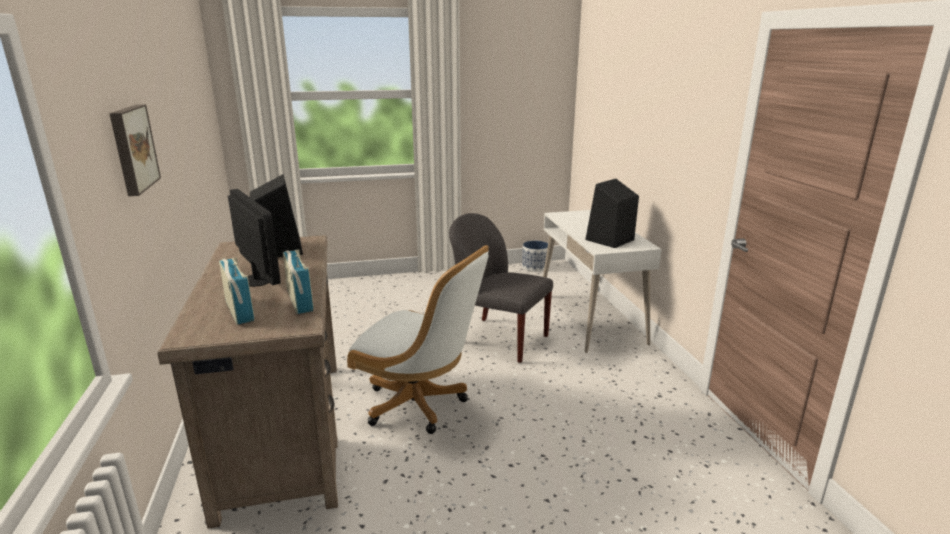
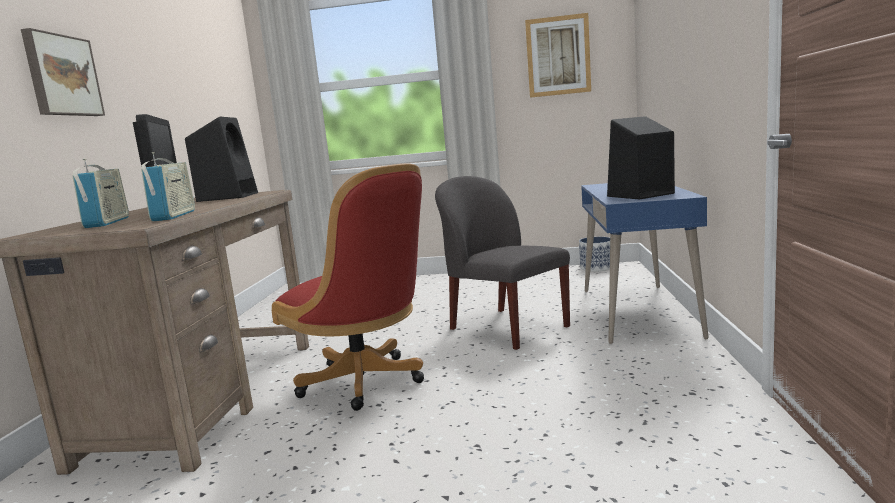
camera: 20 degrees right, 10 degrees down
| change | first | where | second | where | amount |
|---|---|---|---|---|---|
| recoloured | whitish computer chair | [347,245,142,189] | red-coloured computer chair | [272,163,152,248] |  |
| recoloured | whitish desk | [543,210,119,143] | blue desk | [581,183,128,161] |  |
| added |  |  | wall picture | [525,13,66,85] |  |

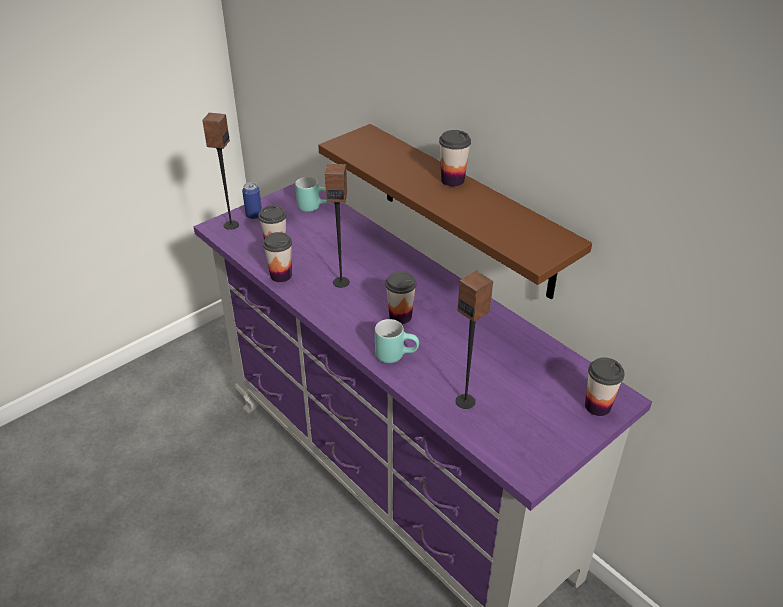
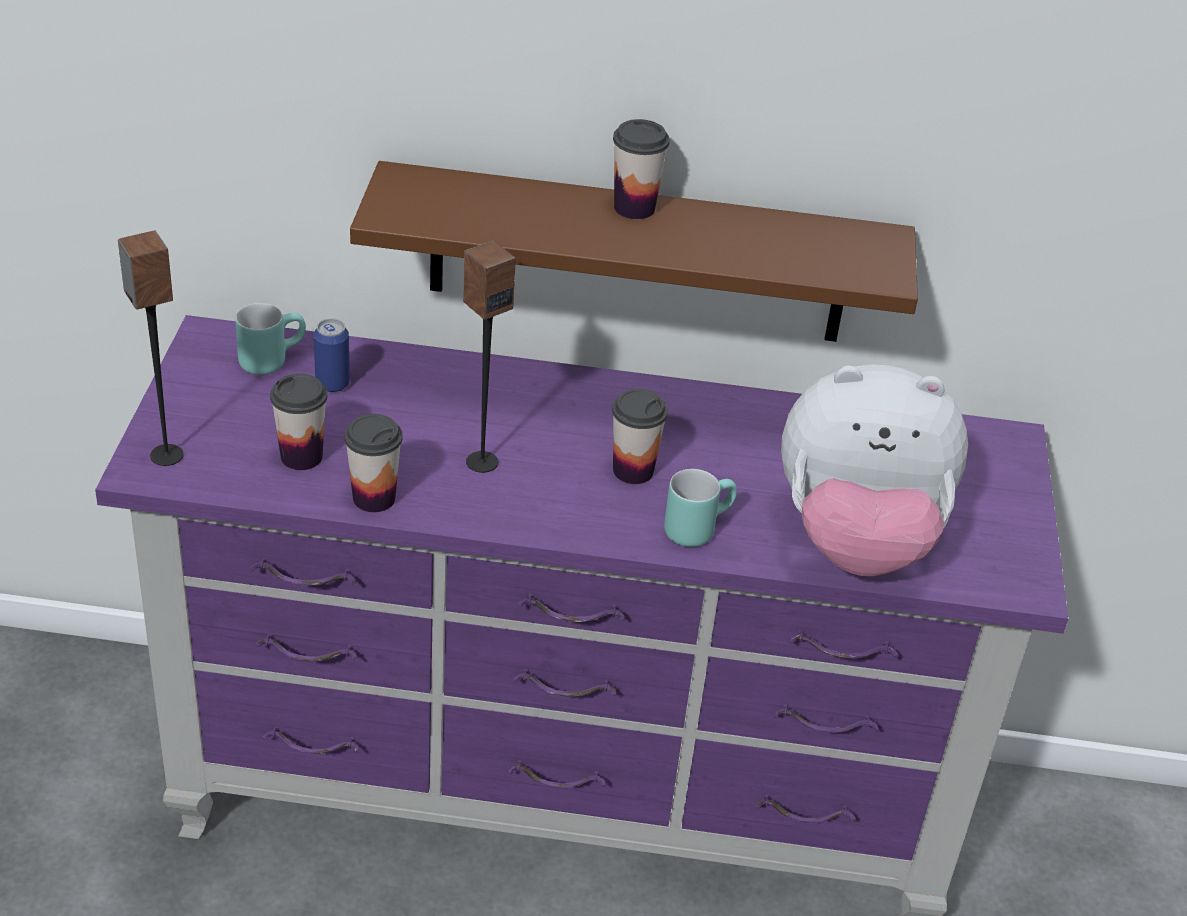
camera: 45 degrees left, 0 degrees up
| change | first | where | second | where | amount |
|---|---|---|---|---|---|
| moved | metal can | [242,182,20,37] |  | [314,318,36,75] |  |
| replaced | loudspeaker | [456,271,37,138] | plush toy | [781,365,187,211] |  |
| removed | drinking cup | [585,358,40,58] |  |  |  |

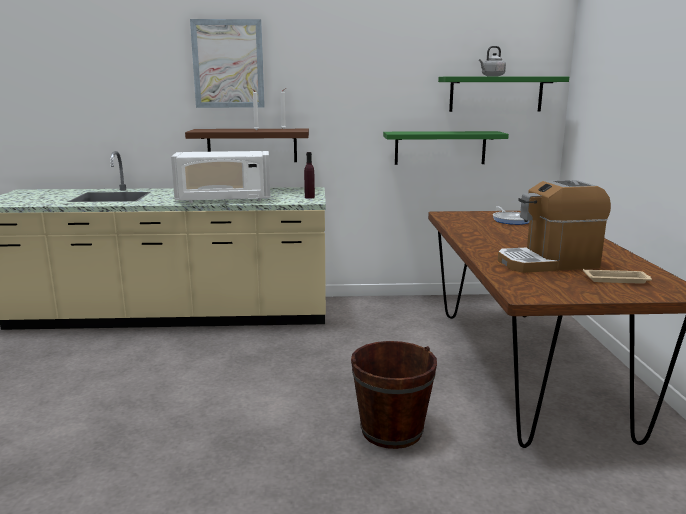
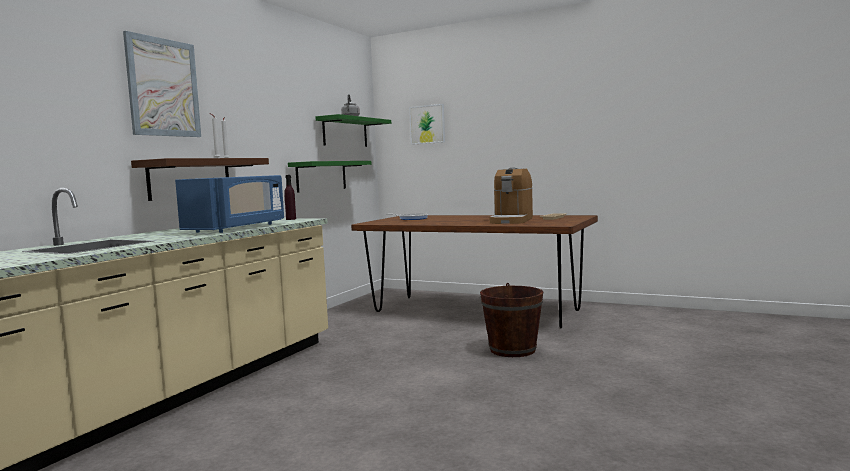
camera: 60 degrees left, 10 degrees down
| change | first | where | second | where | amount |
|---|---|---|---|---|---|
| recoloured | whitish microwave oven | [171,151,100,52] | blue microwave oven | [175,175,109,58] |  |
| added |  |  | wall picture | [409,104,36,41] |  |

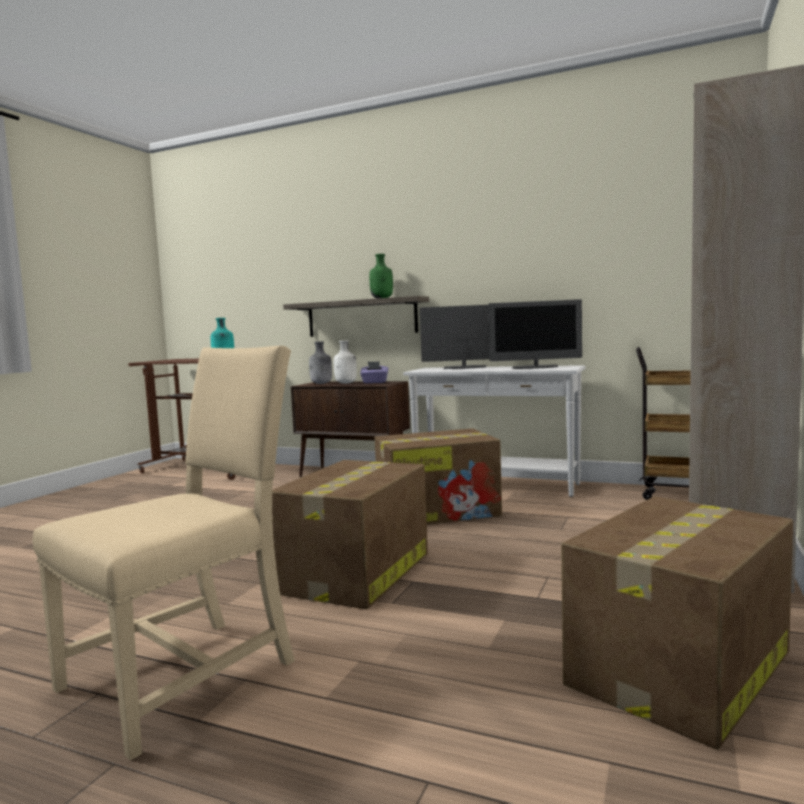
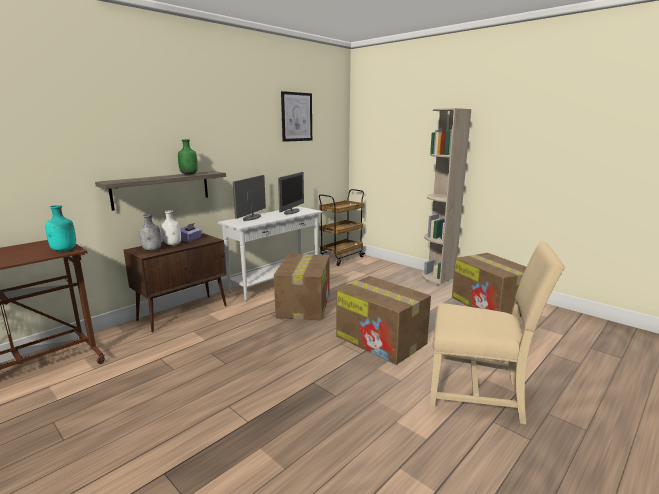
camera: 70 degrees left, 10 degrees up
| change | first | where | second | where | amount |
|---|---|---|---|---|---|
| turned | beige-coloured chair | [33,346,262,414] |  | [429,241,136,183] | 135 degrees clockwise |
| added |  |  | wall picture | [281,91,31,51] |  |

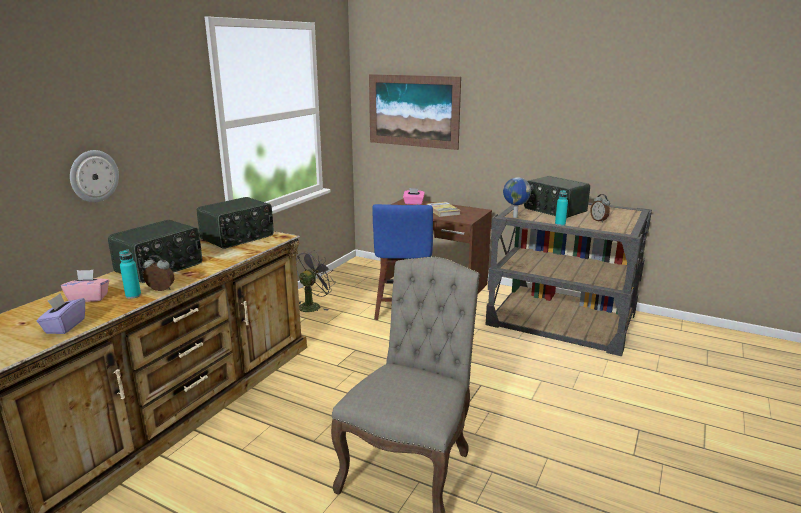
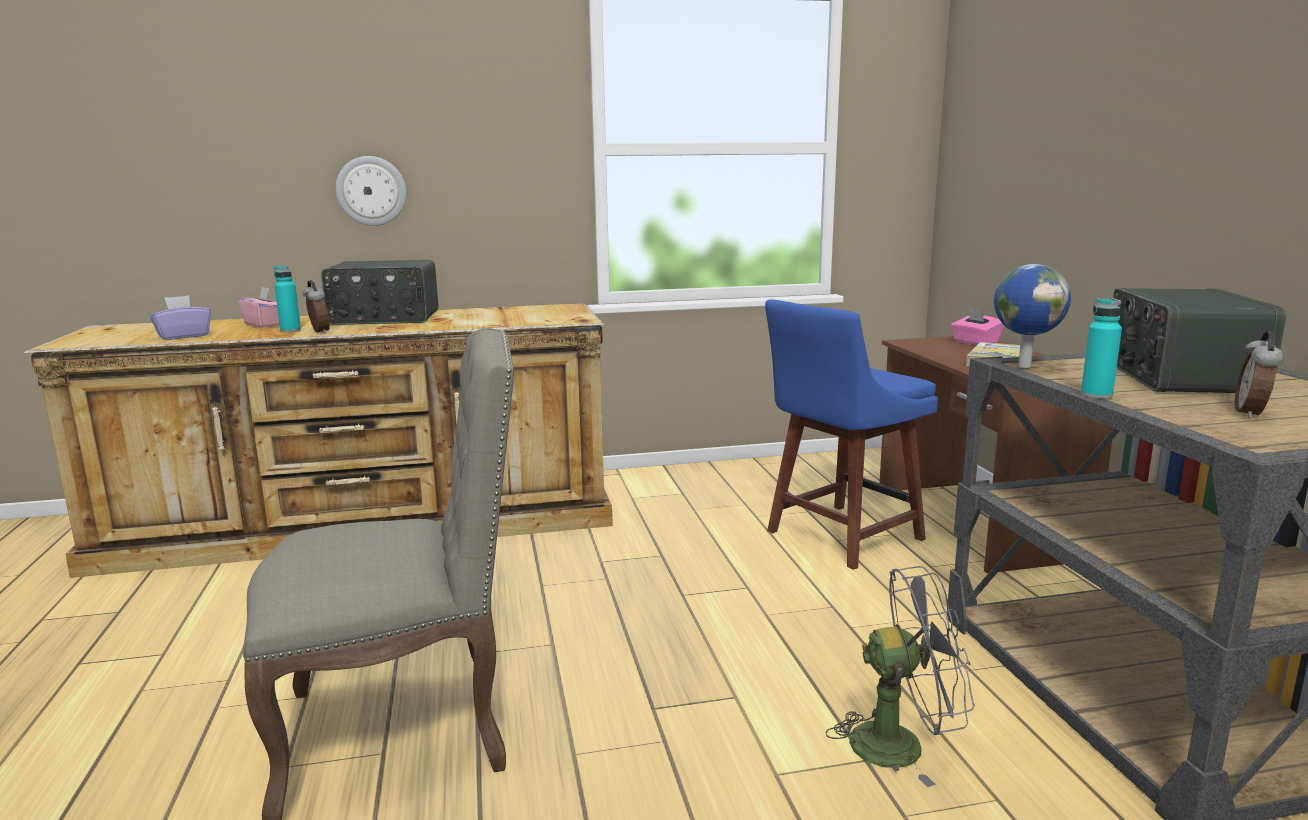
camera: 50 degrees right, 5 degrees down
| change | first | where | second | where | amount |
|---|---|---|---|---|---|
| removed | radio set | [197,197,77,52] |  |  |  |
| moved | grey cooling fan | [296,250,40,62] |  | [826,566,149,221] |  |
| removed | wall picture | [369,74,92,76] |  |  |  |

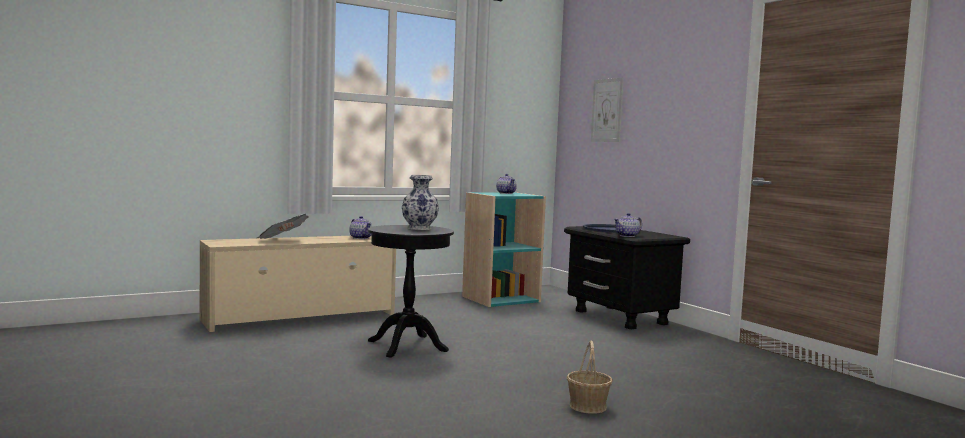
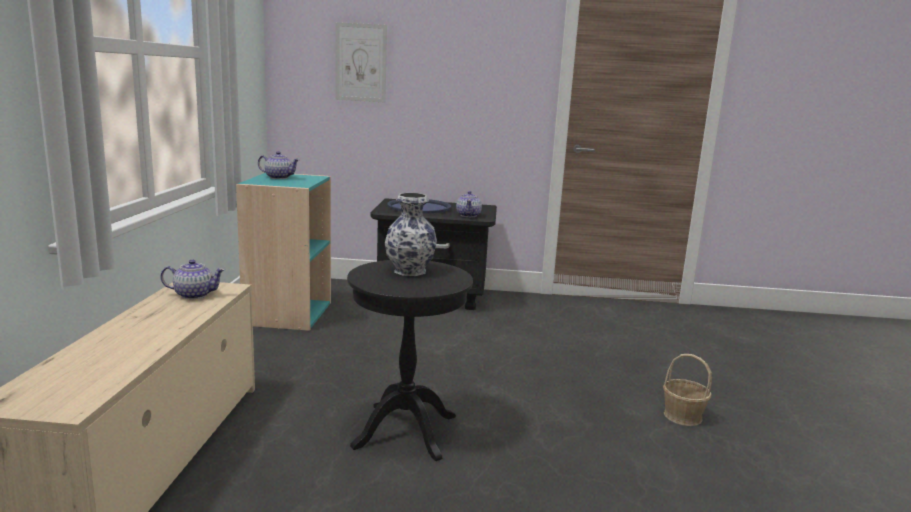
camera: 55 degrees left, 10 degrees up
| change | first | where | second | where | amount |
|---|---|---|---|---|---|
| removed | printed paper | [257,214,52,25] |  |  |  |

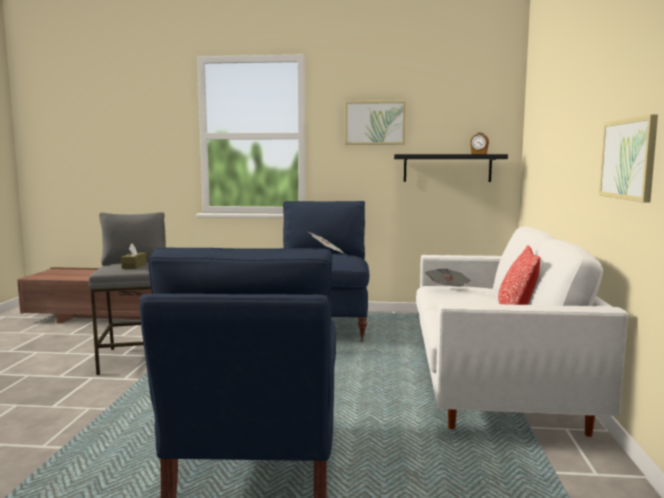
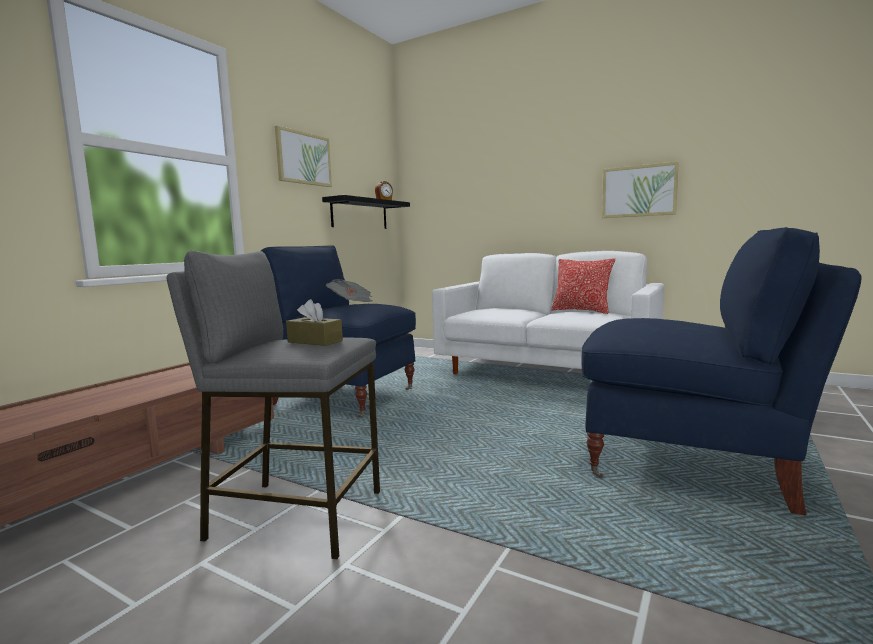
camera: 65 degrees left, 0 degrees up
| change | first | where | second | where | amount |
|---|---|---|---|---|---|
| removed | printed paper | [425,269,45,18] |  |  |  |

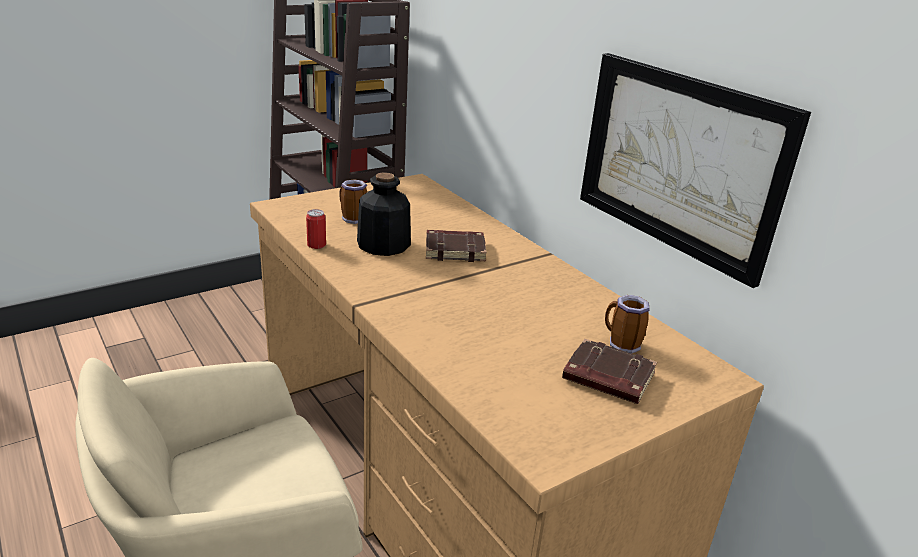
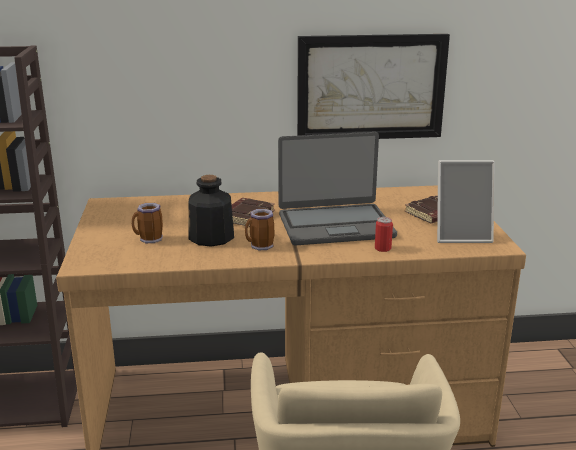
camera: 60 degrees left, 5 degrees down
| change | first | where | second | where | amount |
|---|---|---|---|---|---|
| moved | metal can | [306,209,20,40] |  | [375,217,18,35] |  |
| moved | mug | [605,295,45,59] |  | [245,209,29,41] |  |
| added |  |  | portable computer | [278,132,119,113] |  |
| added |  |  | photo frame | [437,160,58,83] |  |

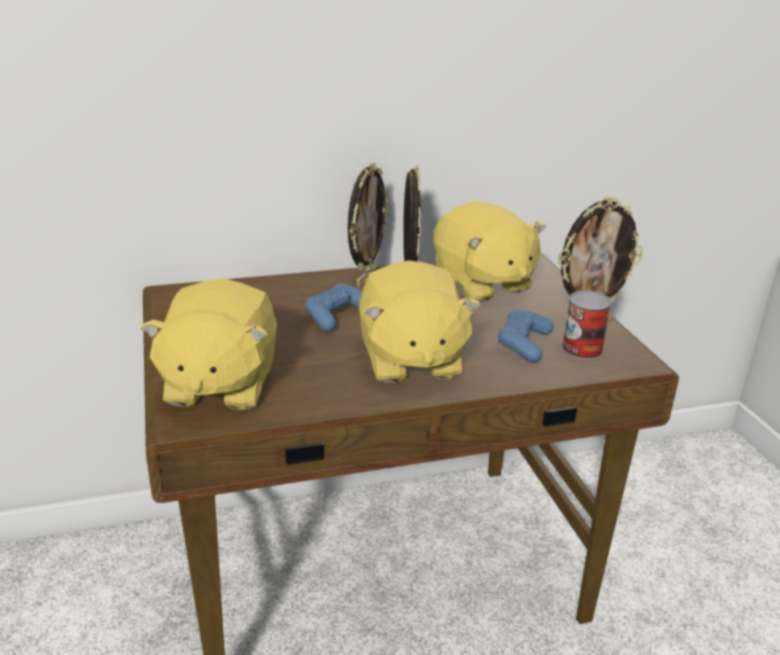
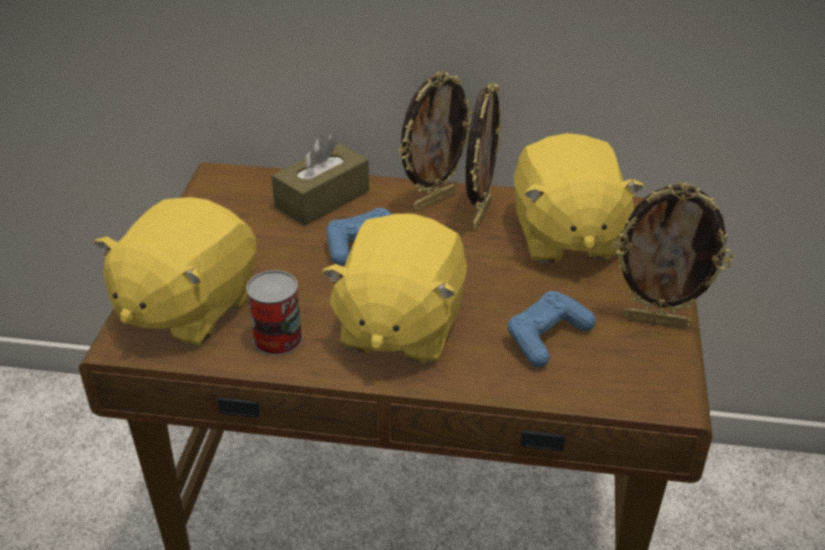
camera: 25 degrees right, 10 degrees up
| change | first | where | second | where | amount |
|---|---|---|---|---|---|
| moved | metal can | [562,291,49,68] |  | [246,270,57,86] |  |
| added |  |  | brown tissue box | [271,134,98,92] |  |

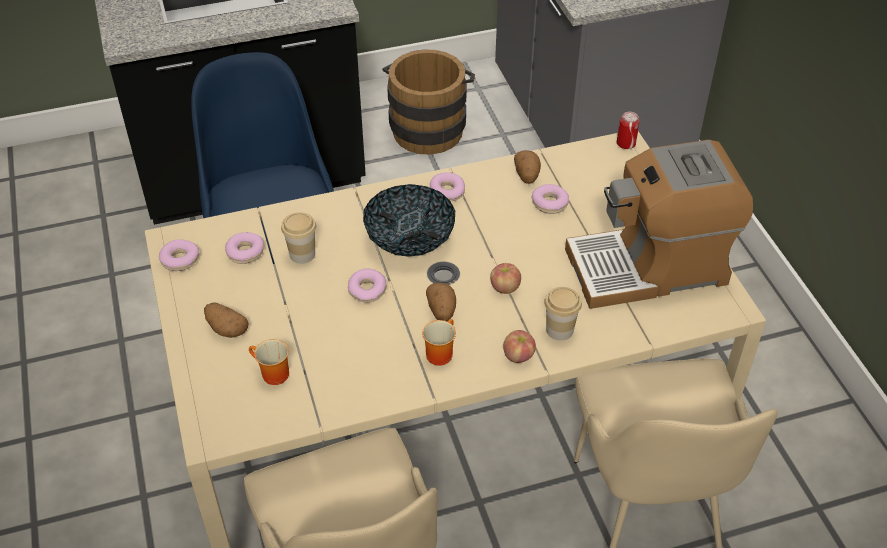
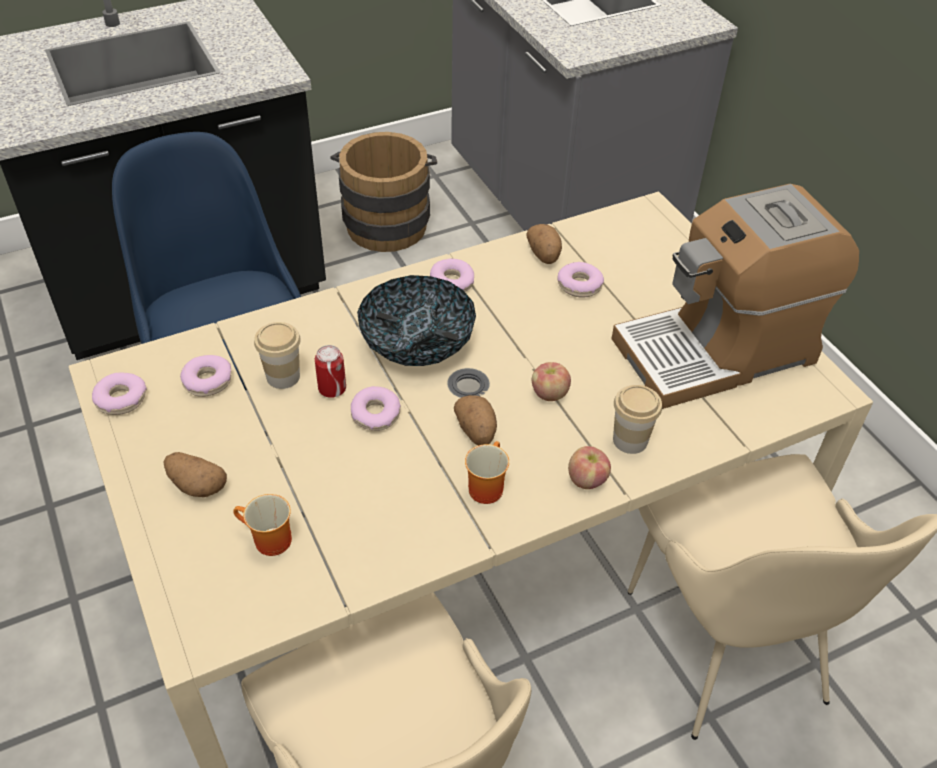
camera: 10 degrees left, 0 degrees up
| change | first | where | second | where | amount |
|---|---|---|---|---|---|
| moved | metal can | [617,112,23,37] |  | [315,345,31,53] |  |

